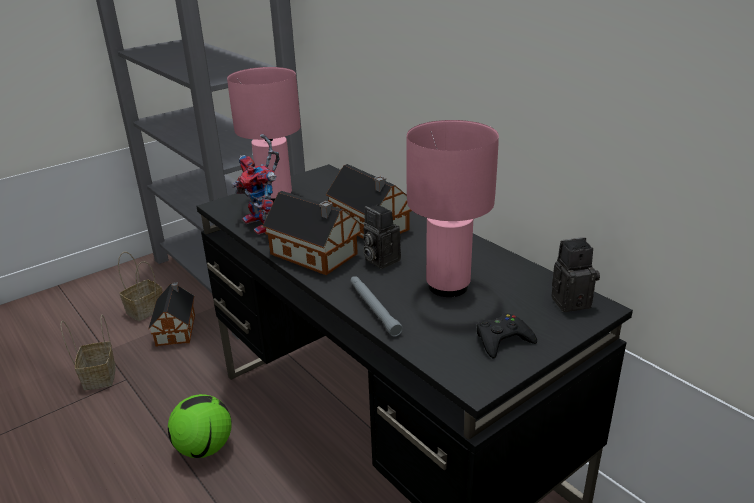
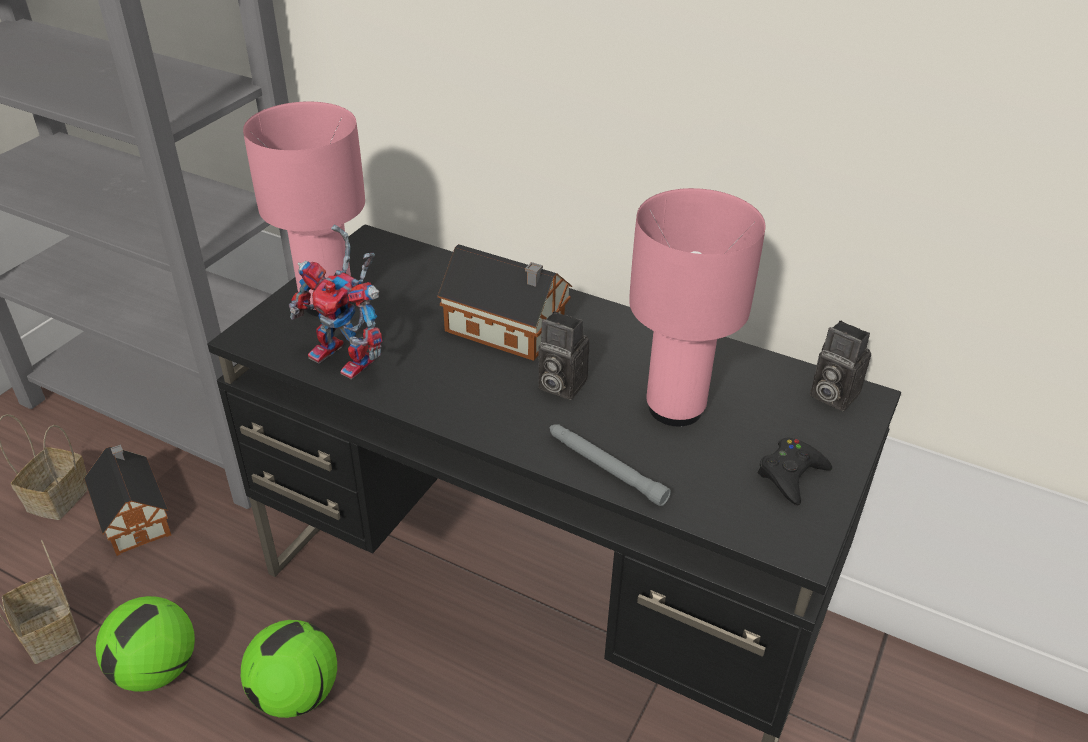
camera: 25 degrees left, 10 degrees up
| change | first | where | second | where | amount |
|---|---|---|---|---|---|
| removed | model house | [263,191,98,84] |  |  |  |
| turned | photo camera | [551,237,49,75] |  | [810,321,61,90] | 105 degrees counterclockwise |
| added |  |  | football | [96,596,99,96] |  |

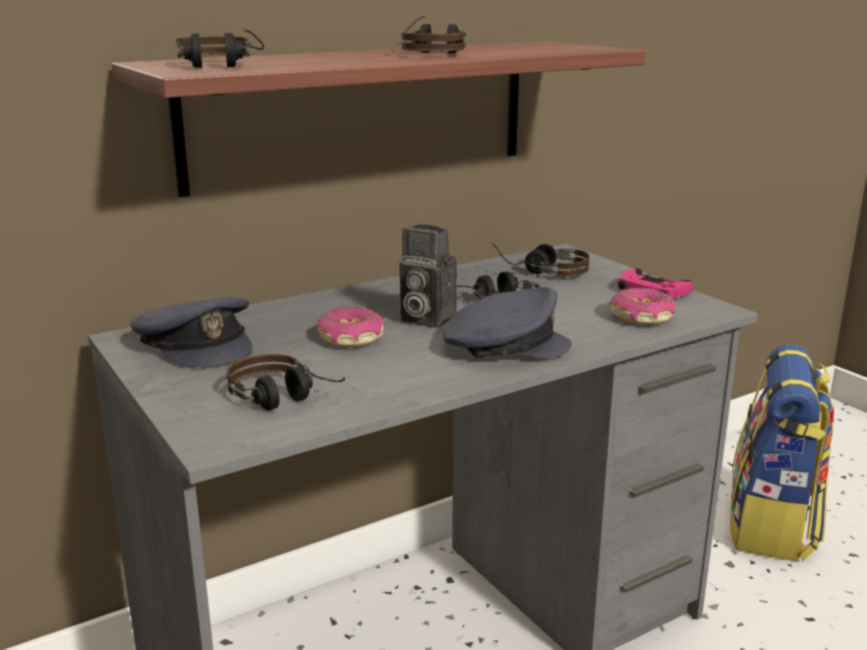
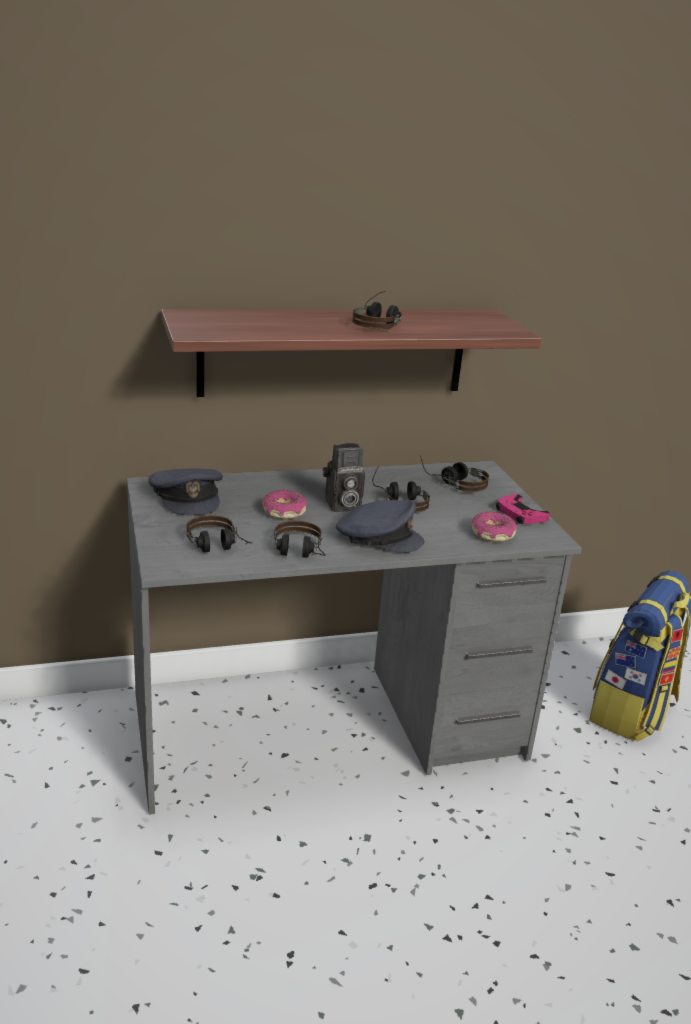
camera: 15 degrees right, 5 degrees up
| change | first | where | second | where | amount |
|---|---|---|---|---|---|
| moved | headset | [176,29,88,39] |  | [274,521,52,37] |  |
| turned | photo camera | [399,224,58,104] |  | [323,443,42,69] | 60 degrees counterclockwise |

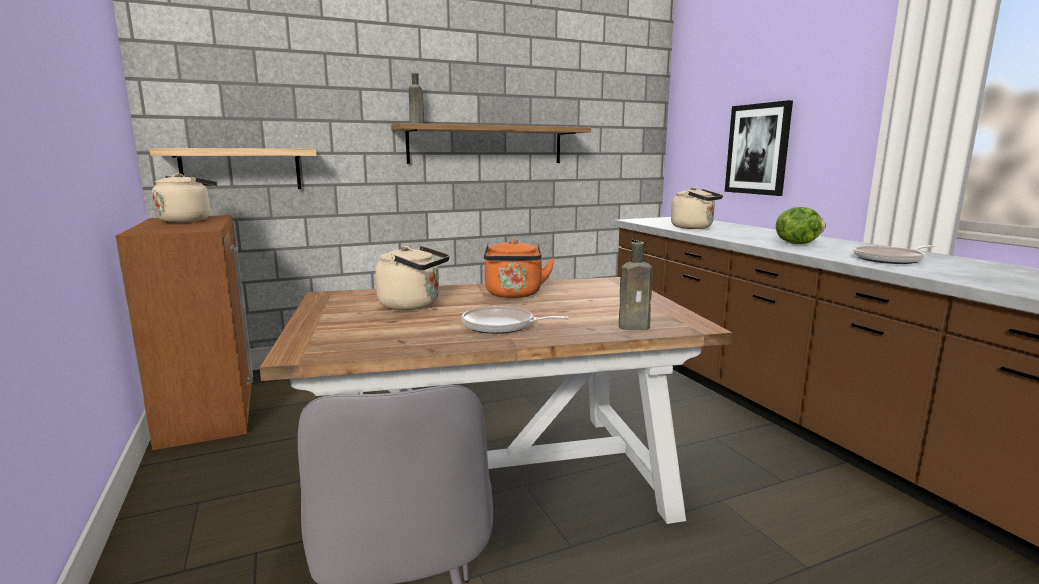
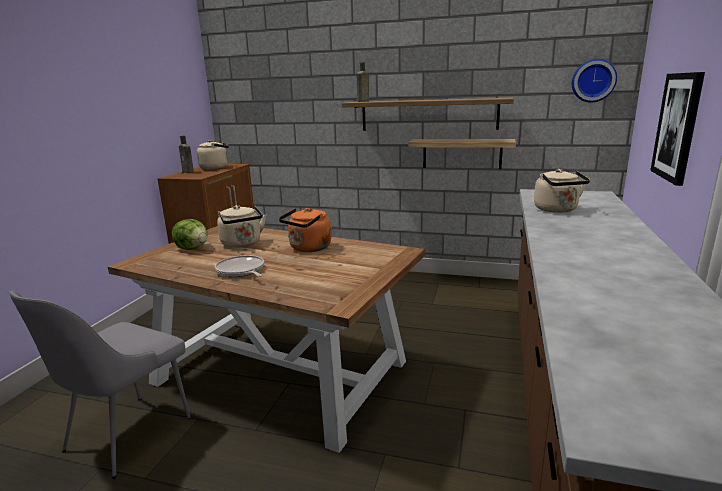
camera: 40 degrees right, 5 degrees up
| change | first | where | second | where | amount |
|---|---|---|---|---|---|
| moved | bracket shelf | [149,148,168,41] |  | [408,139,108,30] |  |
| moved | brown bottle | [619,242,34,88] |  | [179,135,15,38] |  |
| moved | lettuce | [776,207,50,37] |  | [172,219,35,31] |  |
| removed | skillet | [853,245,81,19] |  |  |  |
| added |  |  | clock on the wall | [572,59,45,43] |  |

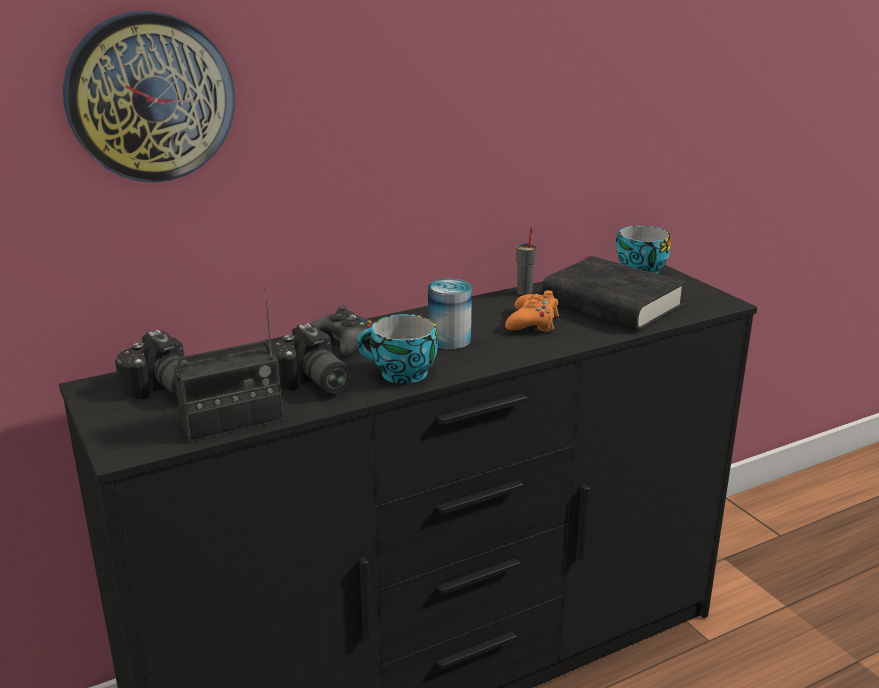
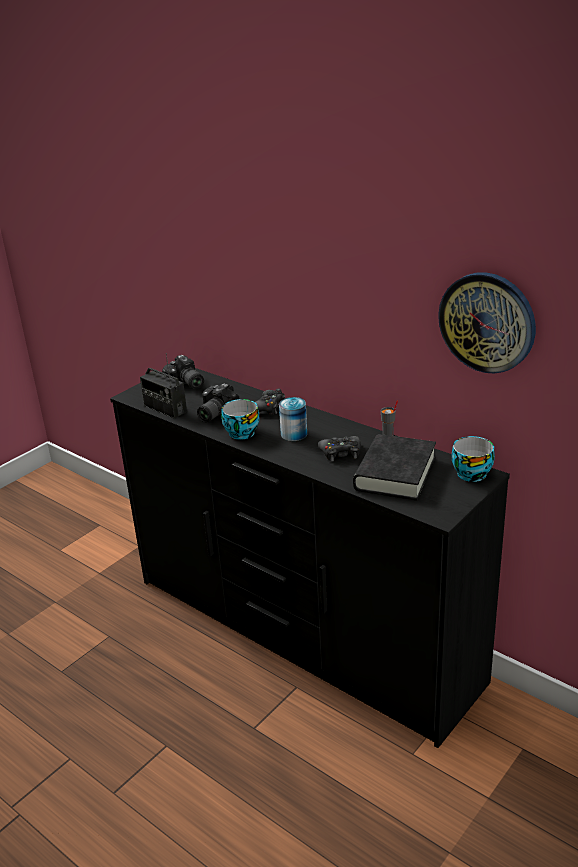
camera: 70 degrees right, 5 degrees up
| change | first | where | second | where | amount |
|---|---|---|---|---|---|
| moved | clock on the wall | [63,11,172,171] |  | [438,272,98,101] |  |
| turned | photo camera | [115,330,73,69] |  | [162,355,42,34] | 60 degrees counterclockwise |
| recoloured | orange joypad | [505,290,54,42] | black-coloured joypad | [318,436,43,25] |  |

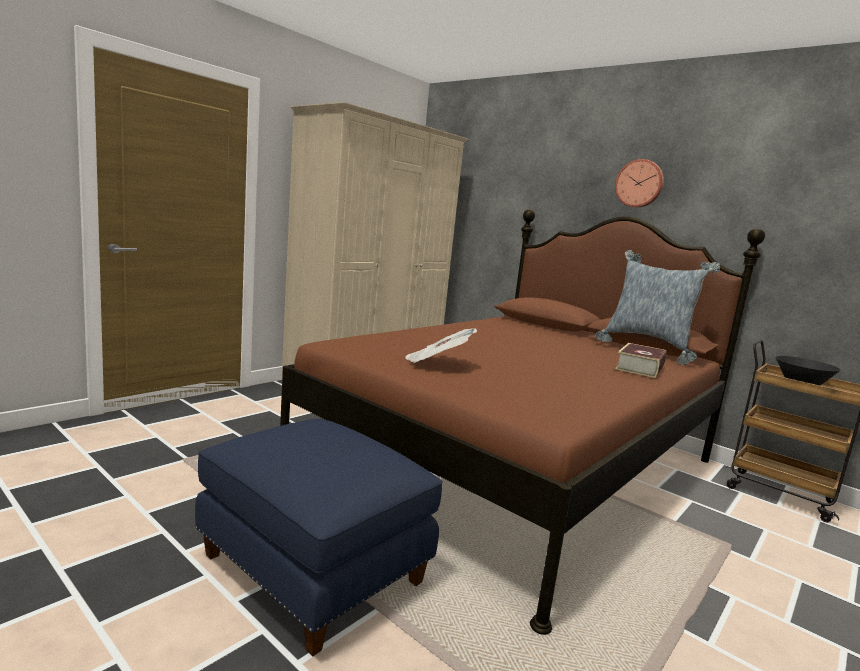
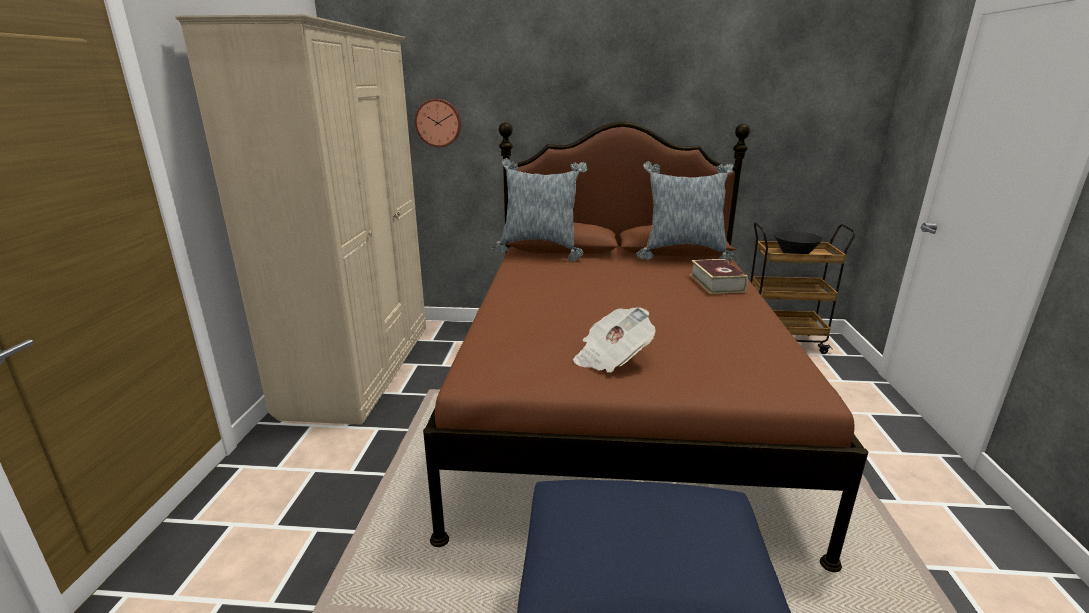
camera: 35 degrees left, 10 degrees up
| change | first | where | second | where | amount |
|---|---|---|---|---|---|
| moved | clock on the wall | [615,159,49,49] |  | [415,99,46,48] |  |
| added |  |  | pillow | [491,158,96,104] |  |

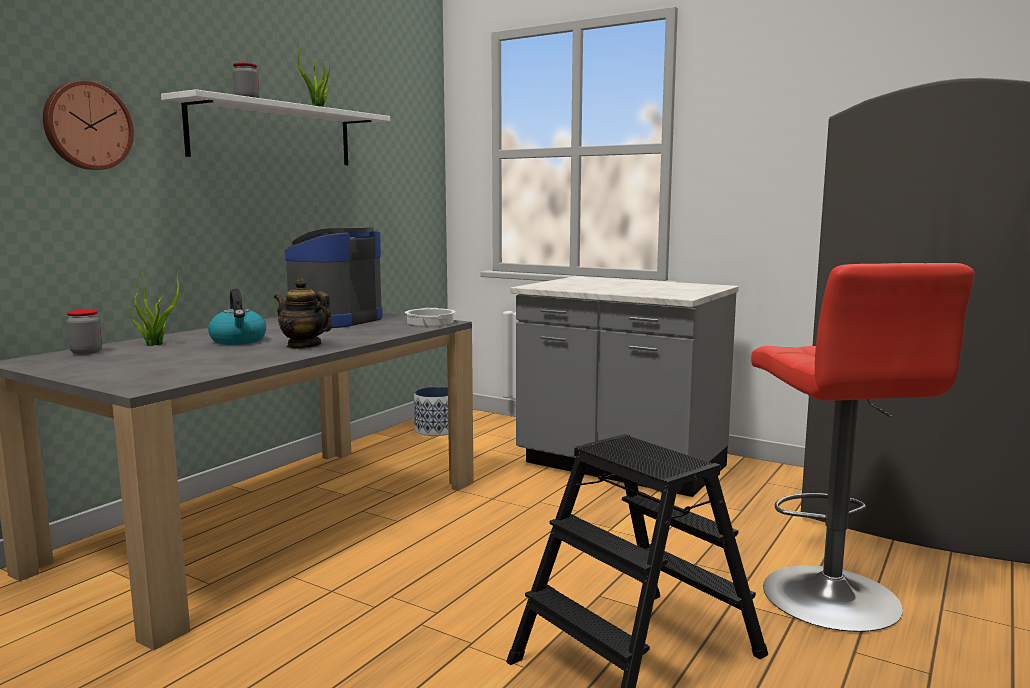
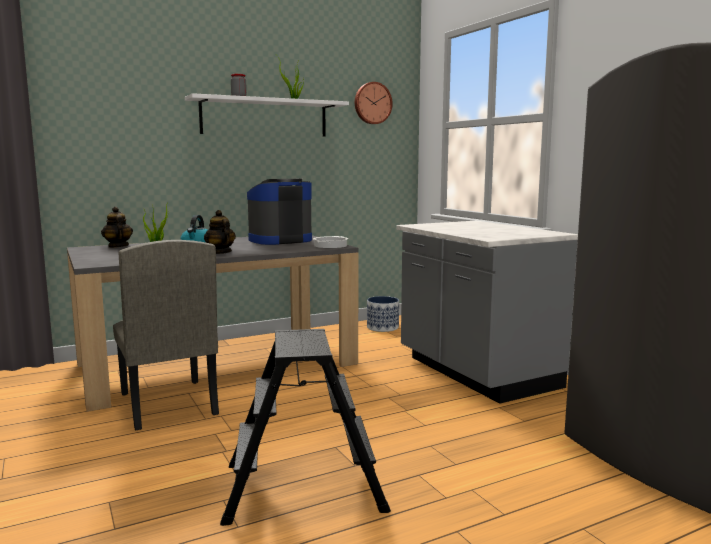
camera: 30 degrees right, 0 degrees up
| change | first | where | second | where | amount |
|---|---|---|---|---|---|
| moved | clock on the wall | [43,81,91,89] |  | [355,82,38,42] |  |
| replaced | preserve jar | [66,309,36,46] | pot for tea | [101,207,32,41] |  |
| removed | red-coloured sitting stool | [751,263,224,369] |  |  |  |
| added |  |  | beige-coloured chair | [113,240,106,190] |  |

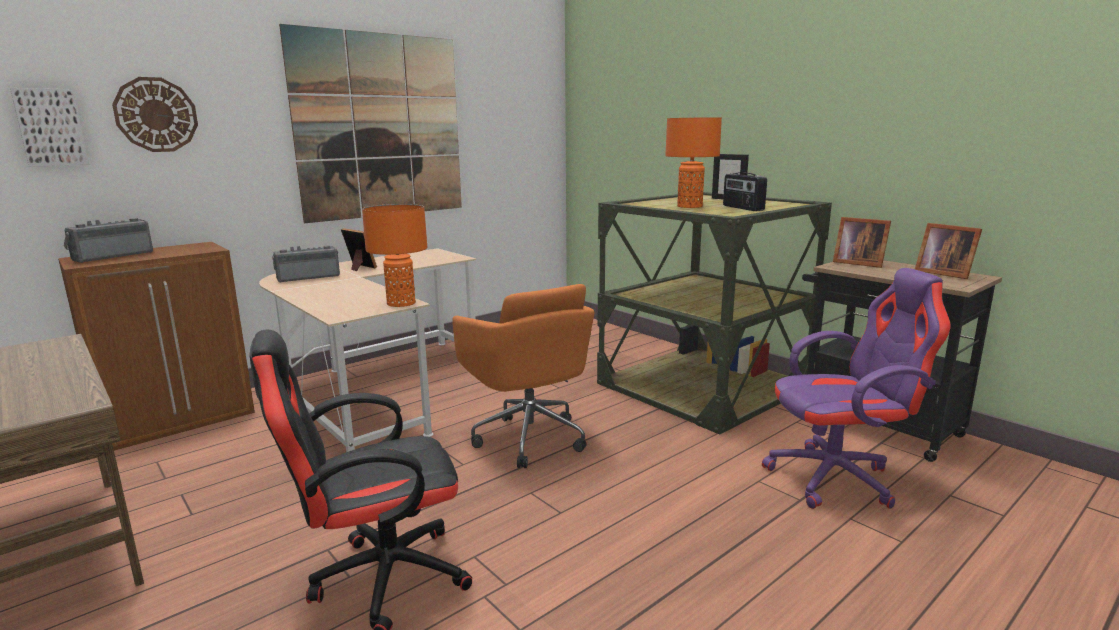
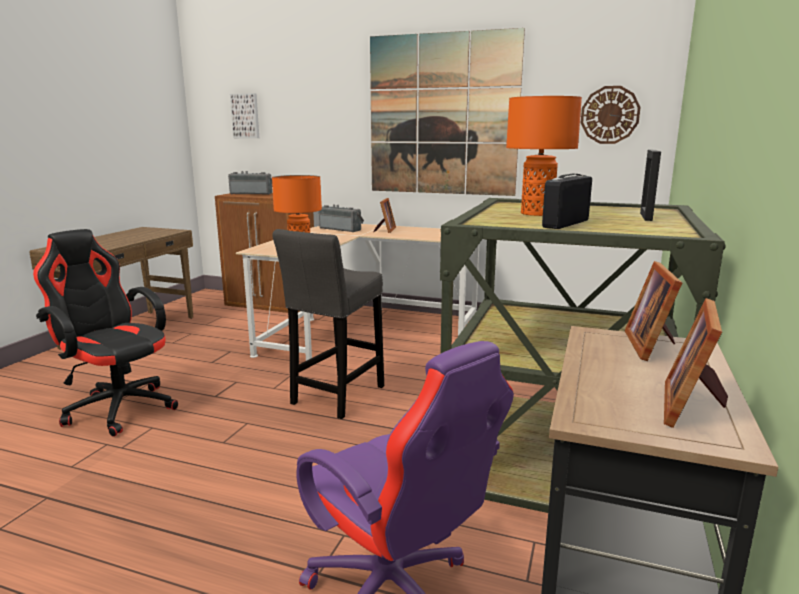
camera: 60 degrees right, 0 degrees up
| change | first | where | second | where | amount |
|---|---|---|---|---|---|
| moved | clock on the wall | [112,77,86,75] |  | [581,86,60,58] |  |
| replaced | orange computer chair | [452,284,142,184] | grey sitting stool | [272,229,112,190] |  |

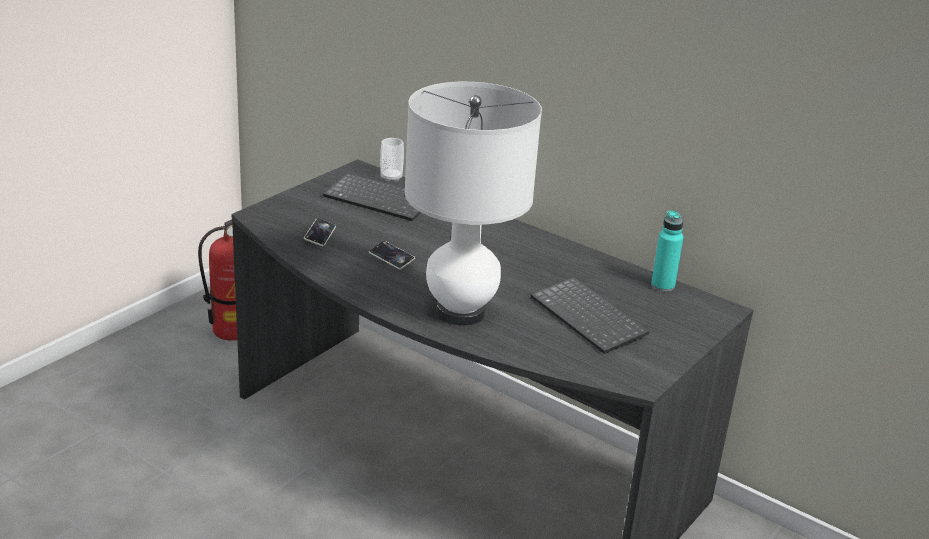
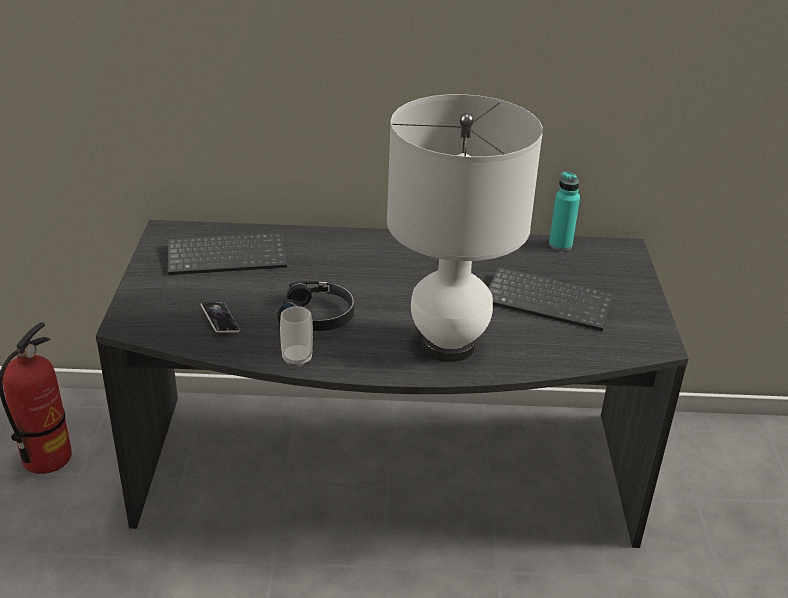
camera: 35 degrees left, 5 degrees up
| change | first | where | second | where | amount |
|---|---|---|---|---|---|
| replaced | telephone | [369,241,46,29] | black-coloured headset | [277,281,78,50] |  |
| moved | drinking cup | [380,138,24,44] |  | [280,306,33,61] |  |

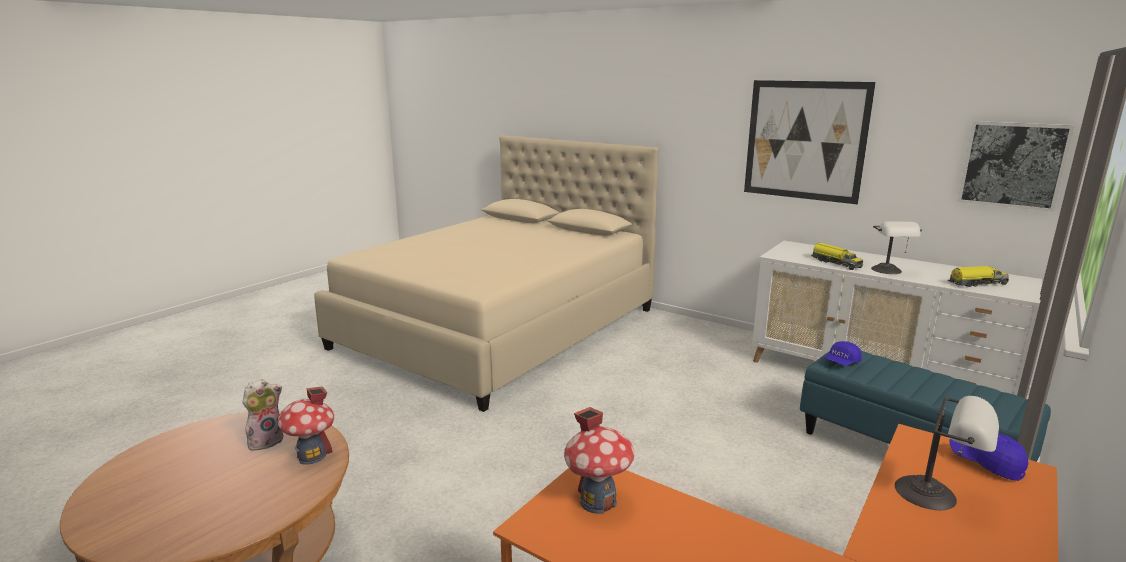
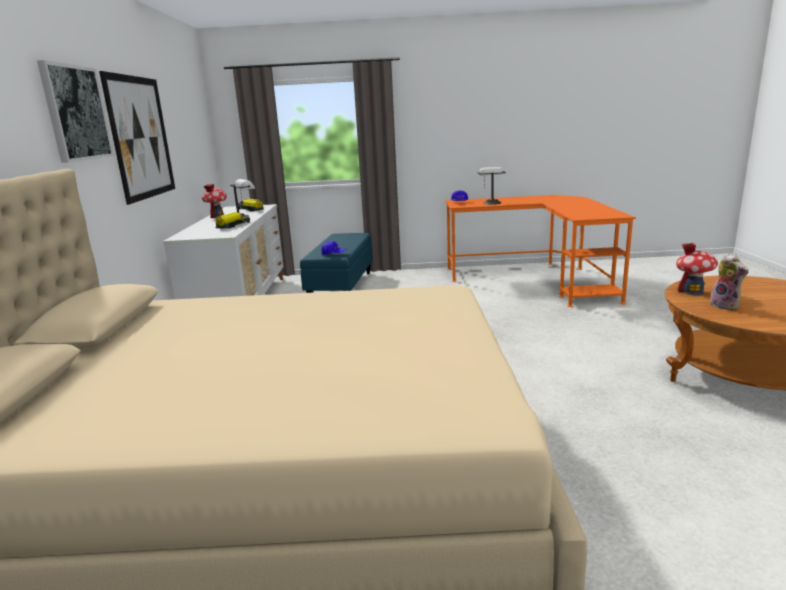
camera: 125 degrees left, 0 degrees up
| change | first | where | second | where | amount |
|---|---|---|---|---|---|
| turned | plush toy | [243,379,41,73] |  | [710,253,39,57] | 120 degrees counterclockwise |
| moved | model house | [564,407,71,107] |  | [202,184,25,34] |  |
| moved | wall picture | [957,121,118,91] |  | [37,60,77,103] |  |

